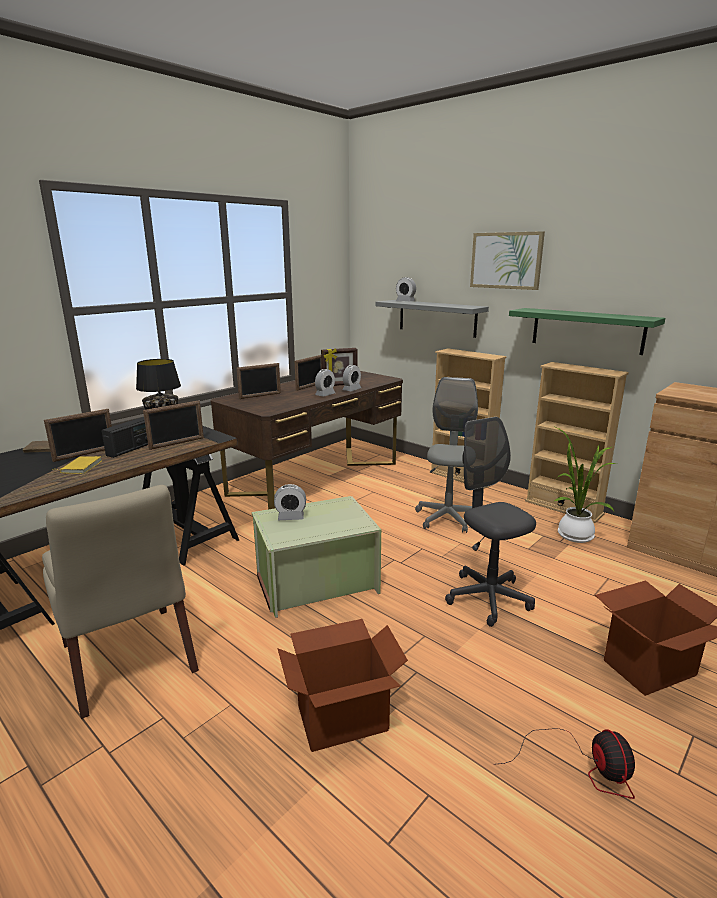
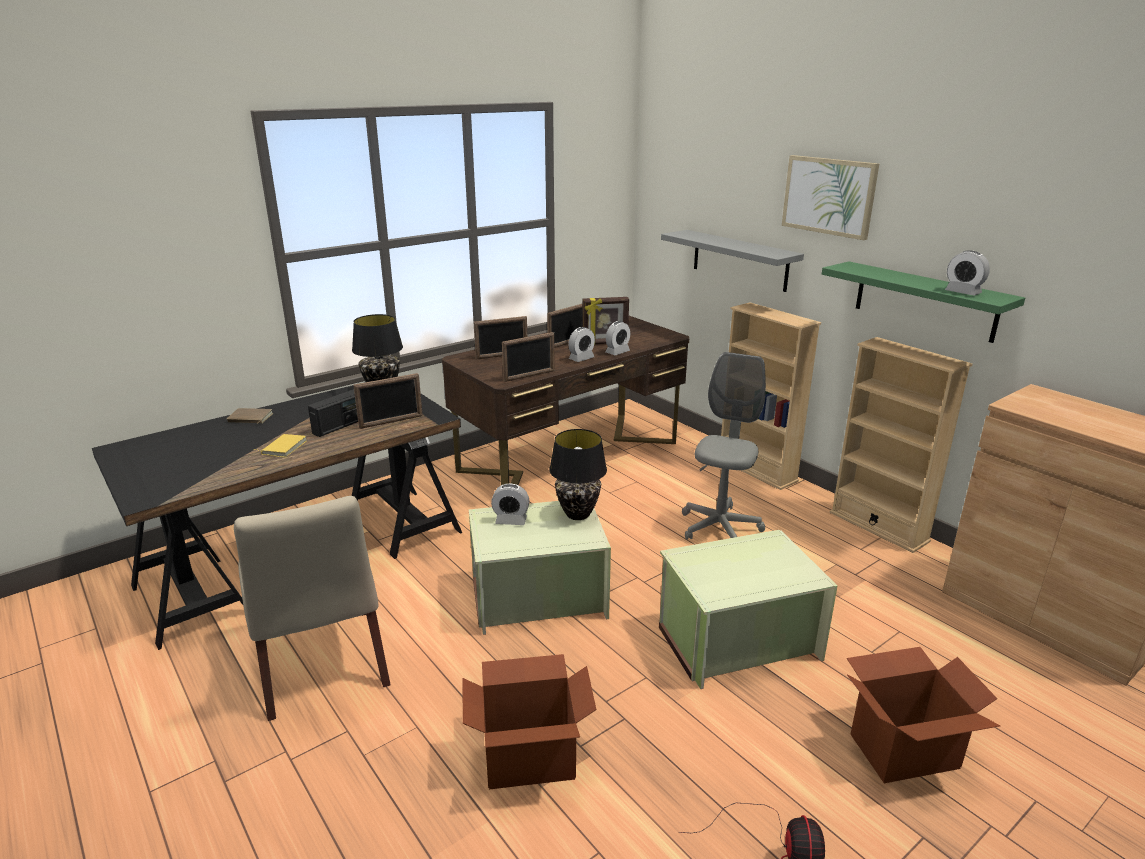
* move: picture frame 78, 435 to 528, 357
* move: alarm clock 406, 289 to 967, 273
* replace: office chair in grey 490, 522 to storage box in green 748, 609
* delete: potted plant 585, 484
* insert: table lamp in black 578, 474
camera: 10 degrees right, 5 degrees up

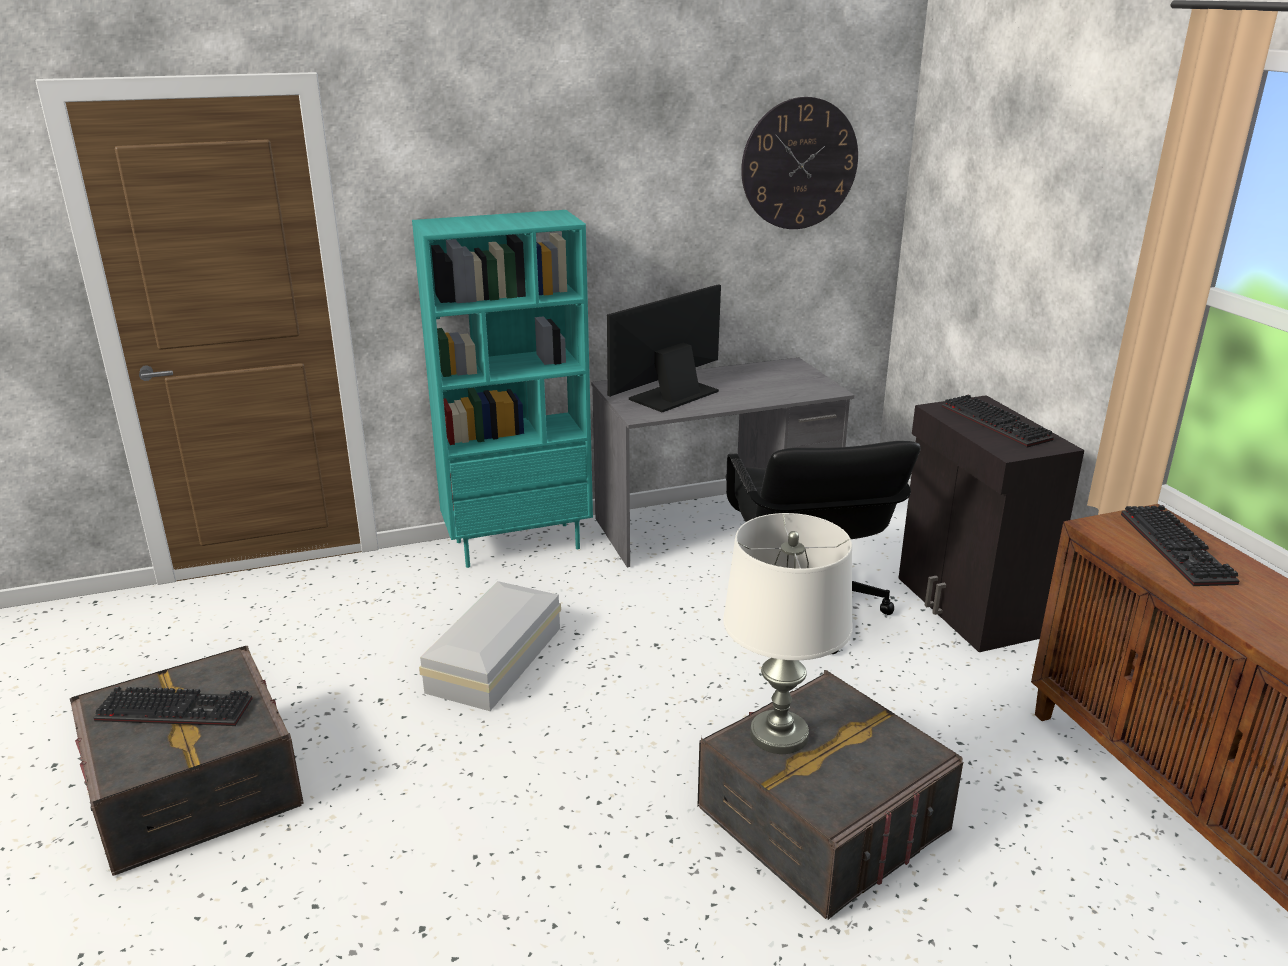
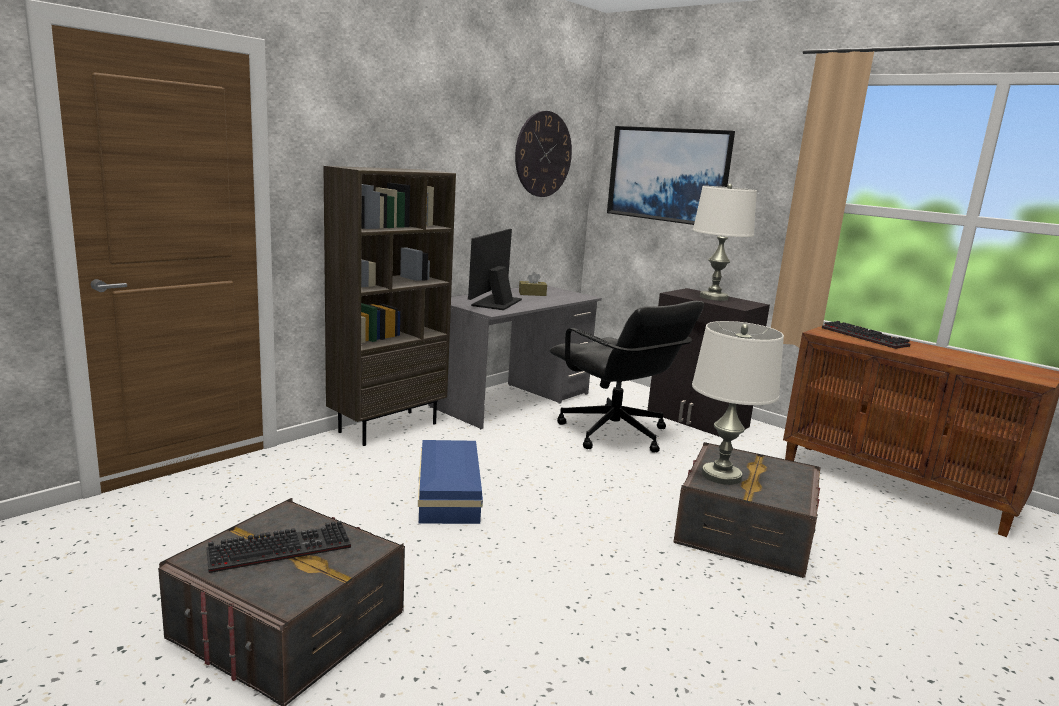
* recolor: bookcase in turquoise 502, 389 to bookcase in brown 390, 306
* recolor: storage box in white 490, 646 to storage box in blue 450, 482
* replace: keyboard 998, 421 to table lamp in white 725, 242
* insert: tissue box in brown 533, 284
* insert: picture 671, 175
camera: 30 degrees left, 10 degrees down

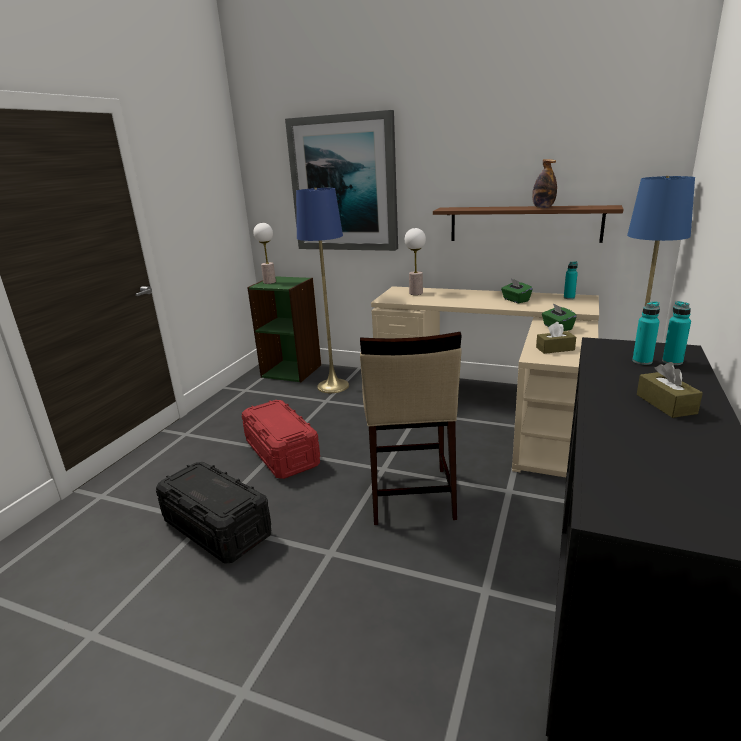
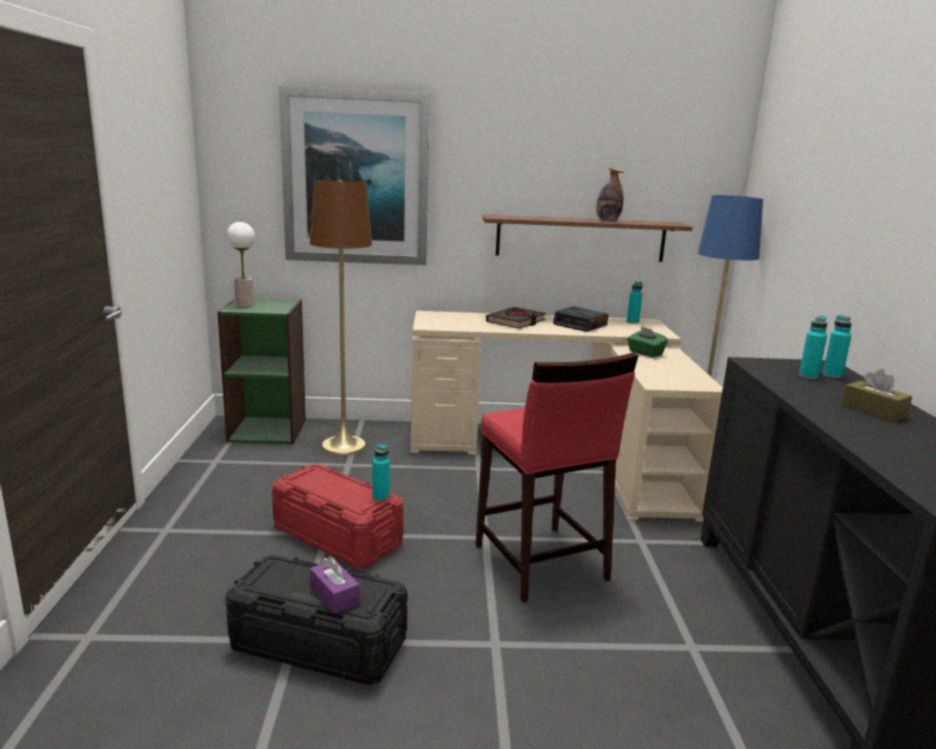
* recolor: floor lamp in blue 322, 290 to floor lamp in brown 341, 317
* recolor: stool in beige 411, 428 to stool in red 556, 477
* delete: table lamp 415, 261
* replace: tissue box in green 517, 291 to alarm clock 581, 319
* delete: tissue box in brown 556, 338
* insert: tissue box in purple 335, 585
* insert: bottle in turquoise 381, 472
* insert: book in black 516, 318
camera: 25 degrees left, 5 degrees down

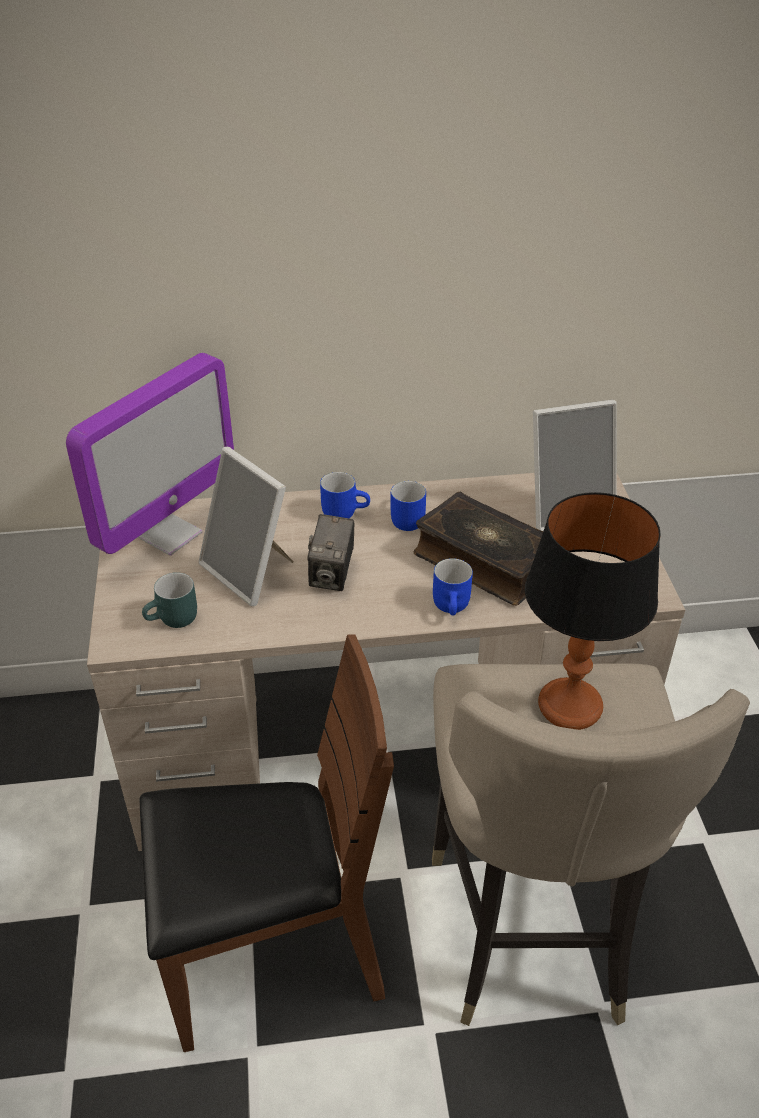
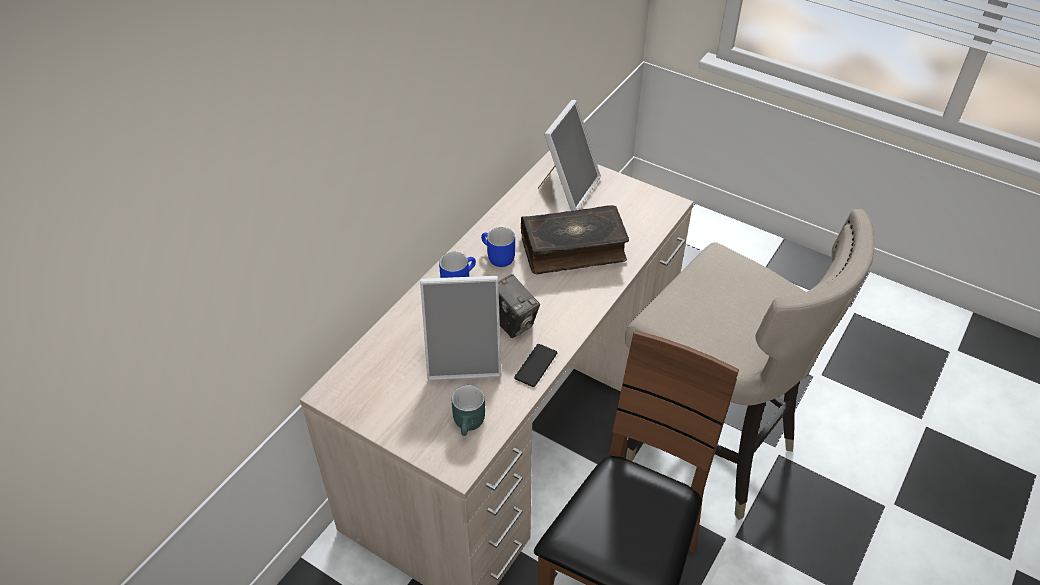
* delete: monitor 150, 454
* delete: mug in blue 453, 586
* delete: table lamp 593, 611
* insert: phone 535, 365
camera: 50 degrees left, 5 degrees up

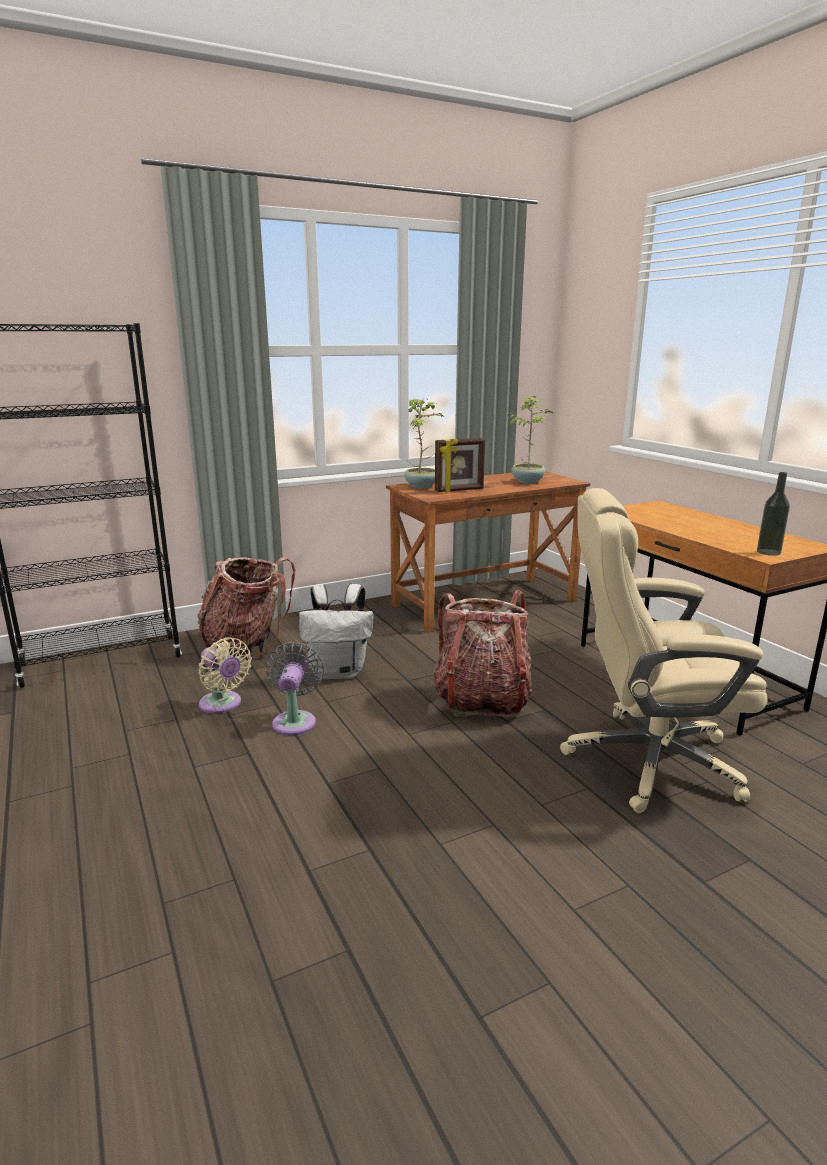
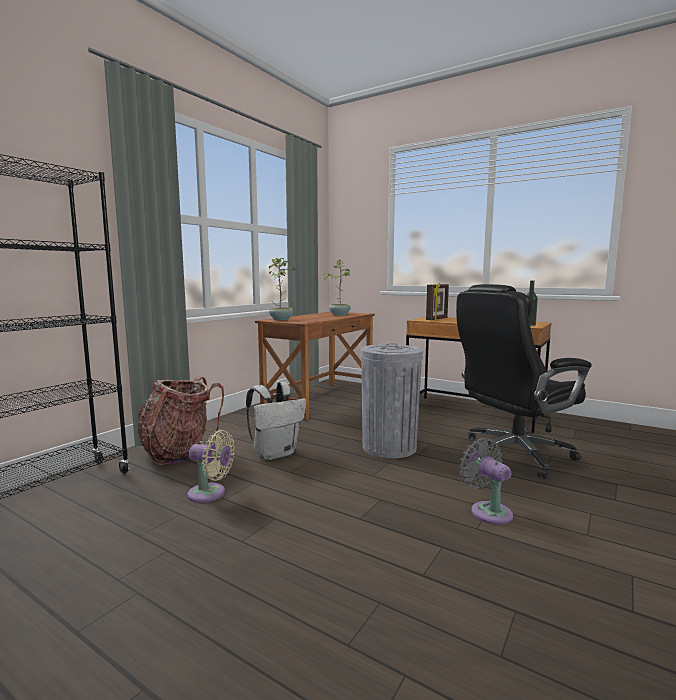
* move: fan in grey 295, 689 to 486, 481
* replace: backpack 482, 654 to trash can in grey 391, 400
* move: picture frame 460, 465 to 437, 301
* recolor: office chair in beige 663, 650 to office chair in black 524, 381
camera: 30 degrees left, 10 degrees down

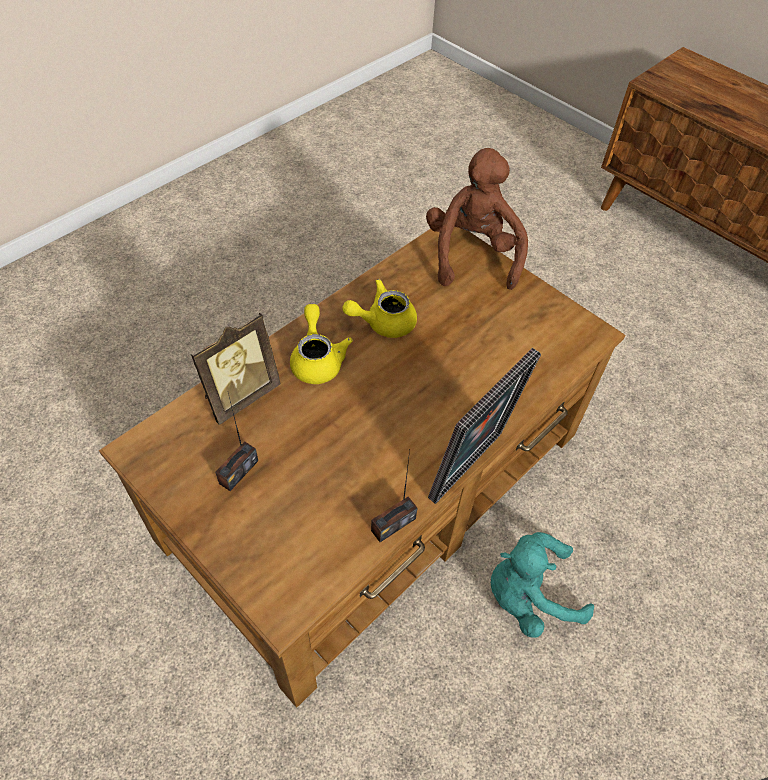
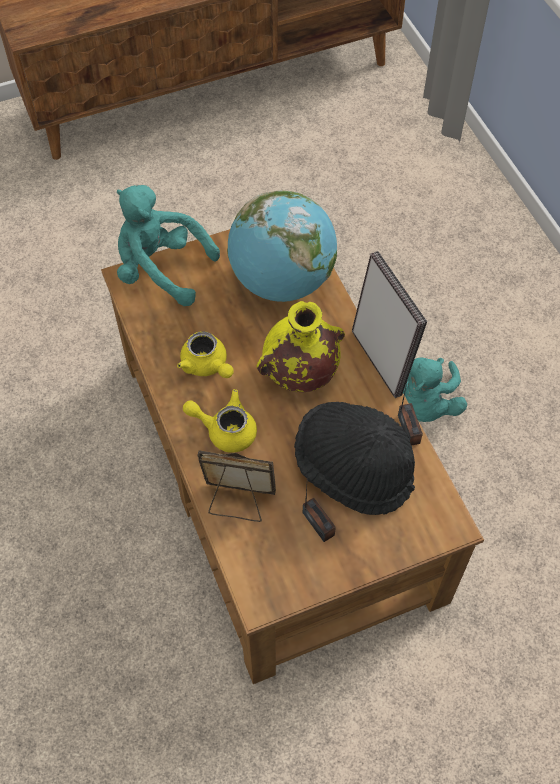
* rotate: picture frame 236, 369 = 237, 486 60 degrees counterclockwise
* rotate: teapot in yellow 379, 308 = 205, 354 45 degrees counterclockwise
* recolor: plush toy in brown 477, 219 to plush toy in turquoise 168, 245
* insert: globe 282, 246
* insert: vase in yellow 301, 346
* insert: hat in black 354, 458
camera: 65 degrees left, 5 degrees up

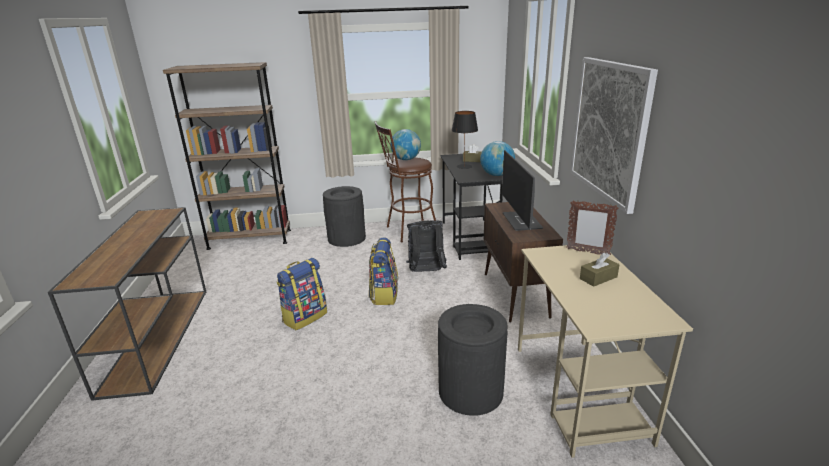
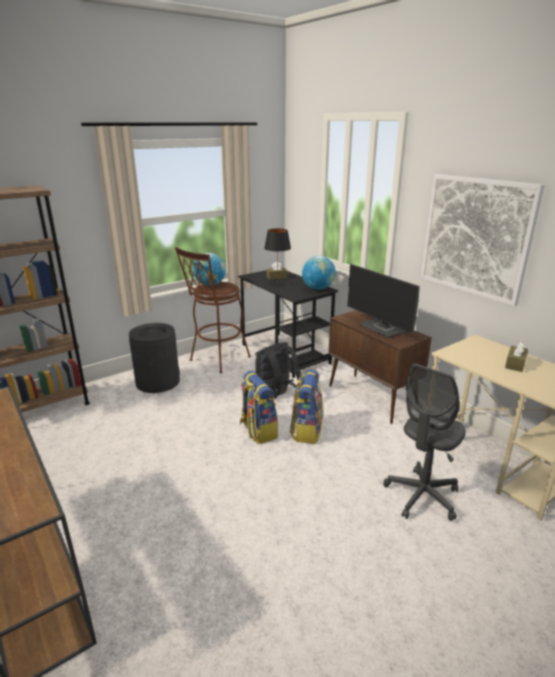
* move: backpack 302, 294 to 307, 407
* replace: trash can in black 473, 360 to office chair in grey 424, 442
* delete: picture frame 592, 227
camera: 30 degrees left, 0 degrees up

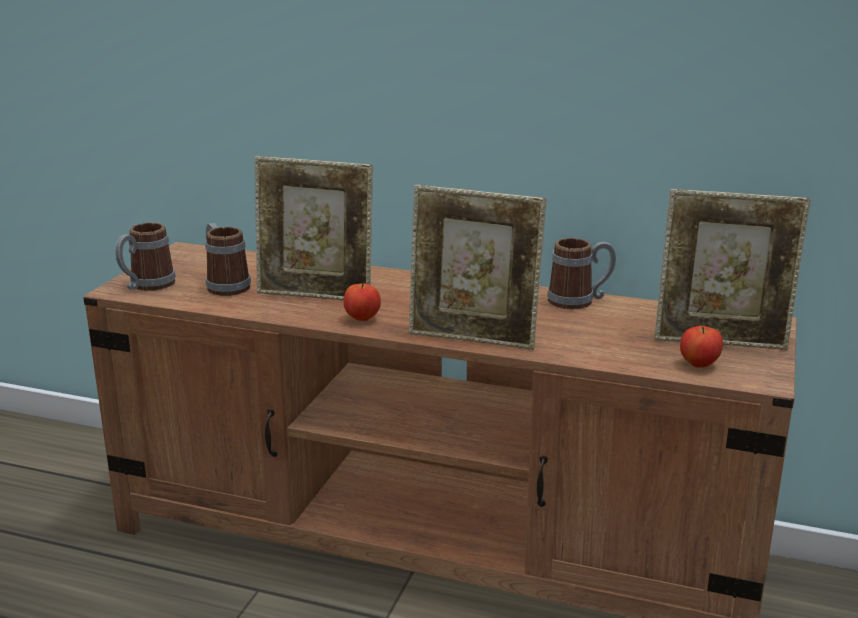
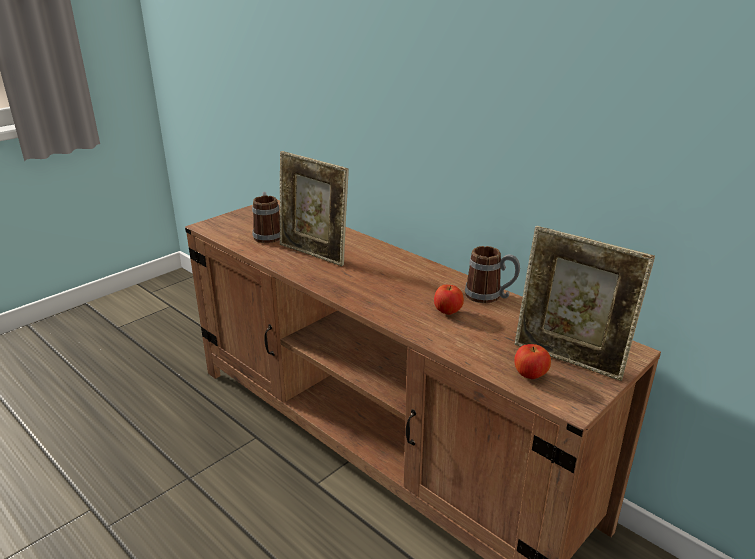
* delete: mug 145, 257
* move: apple 362, 302 to 449, 300
* delete: picture frame 478, 267
camera: 25 degrees right, 5 degrees up

